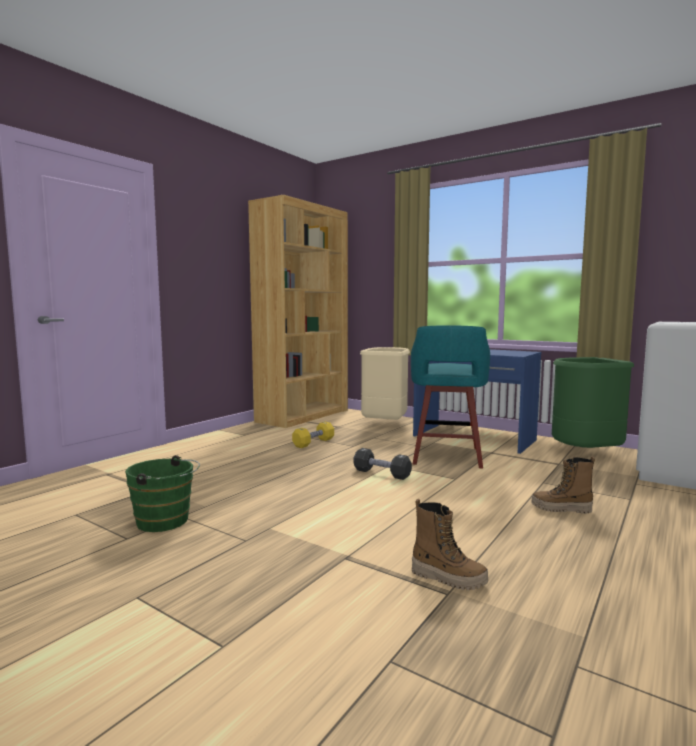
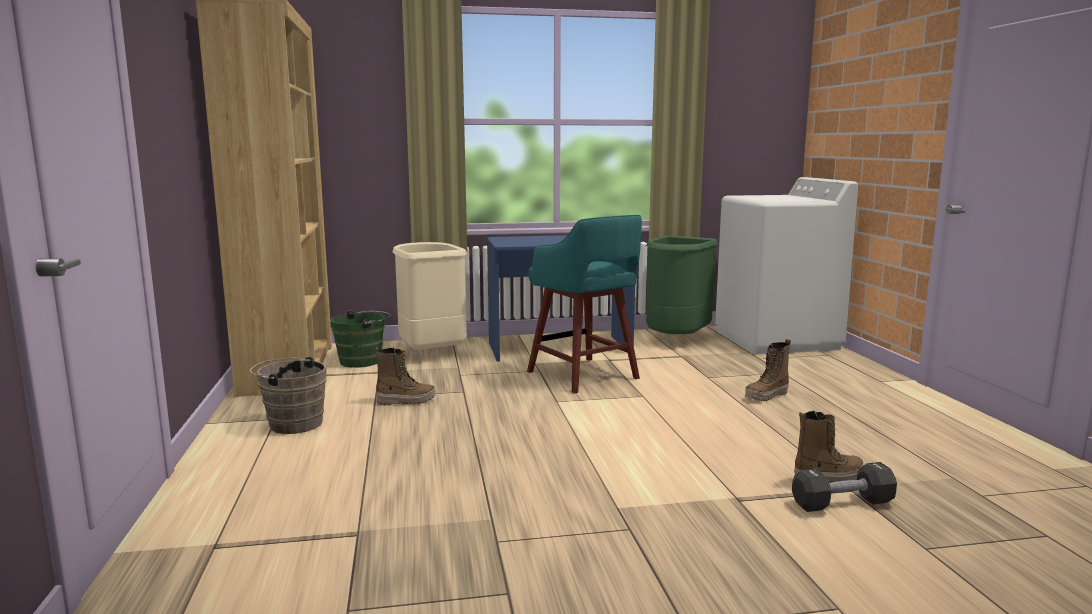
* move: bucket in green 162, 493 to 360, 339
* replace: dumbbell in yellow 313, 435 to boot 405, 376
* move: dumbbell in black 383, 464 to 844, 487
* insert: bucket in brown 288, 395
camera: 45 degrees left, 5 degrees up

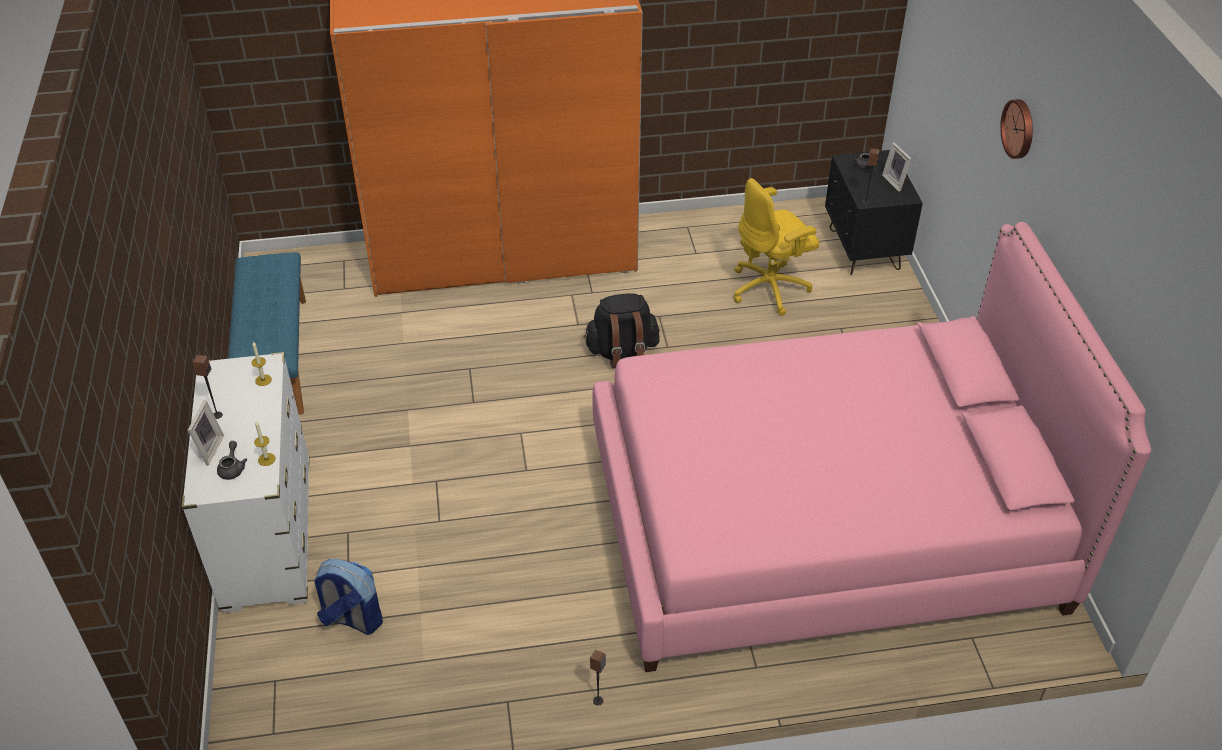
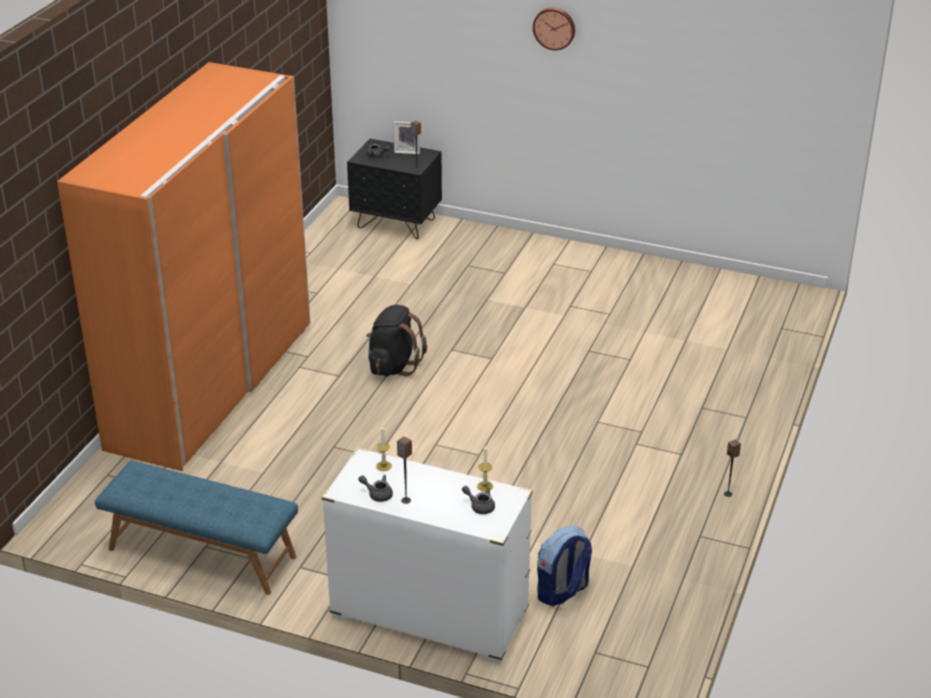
* delete: picture frame 206, 432
* delete: bed in pink 872, 447
* delete: office chair in yellow 776, 247
* insert: teapot in grey 375, 488
camera: 60 degrees left, 10 degrees down

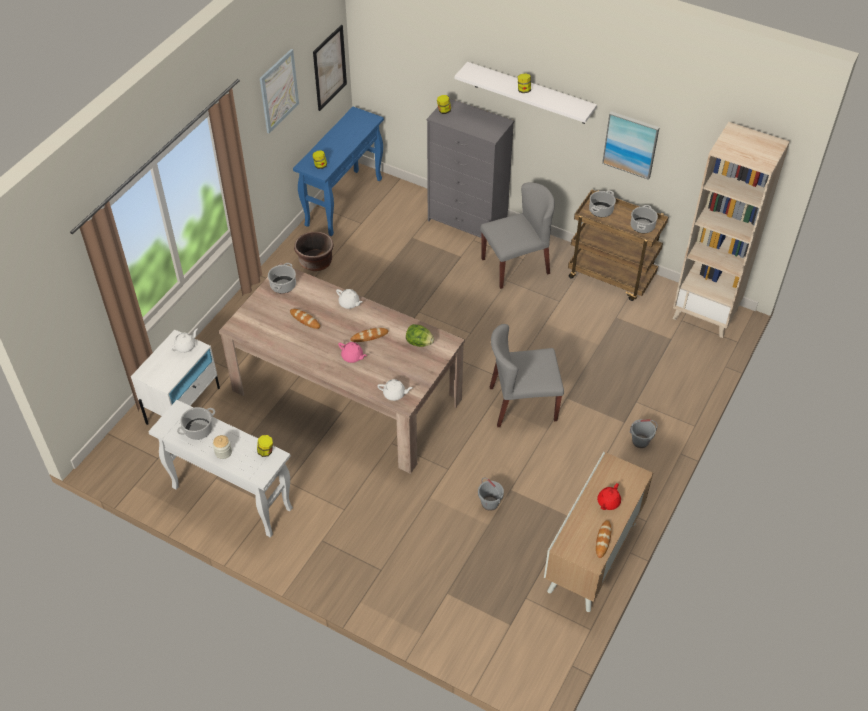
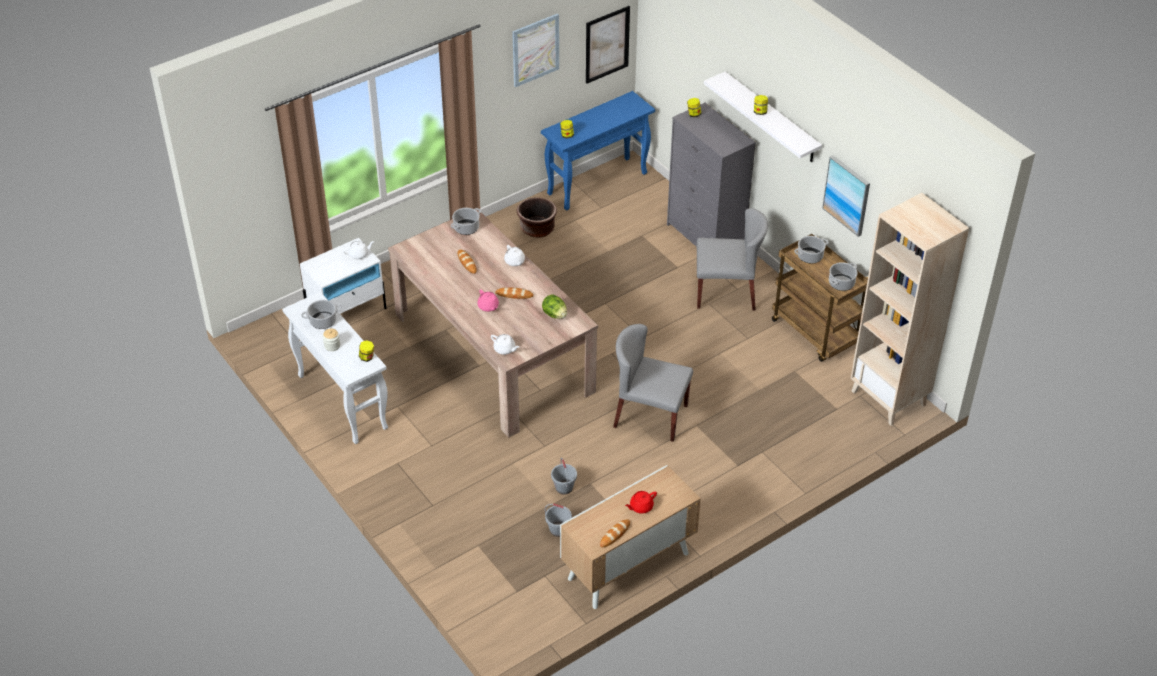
* move: bucket in grey 643, 433 to 558, 520
camera: 25 degrees right, 5 degrees down

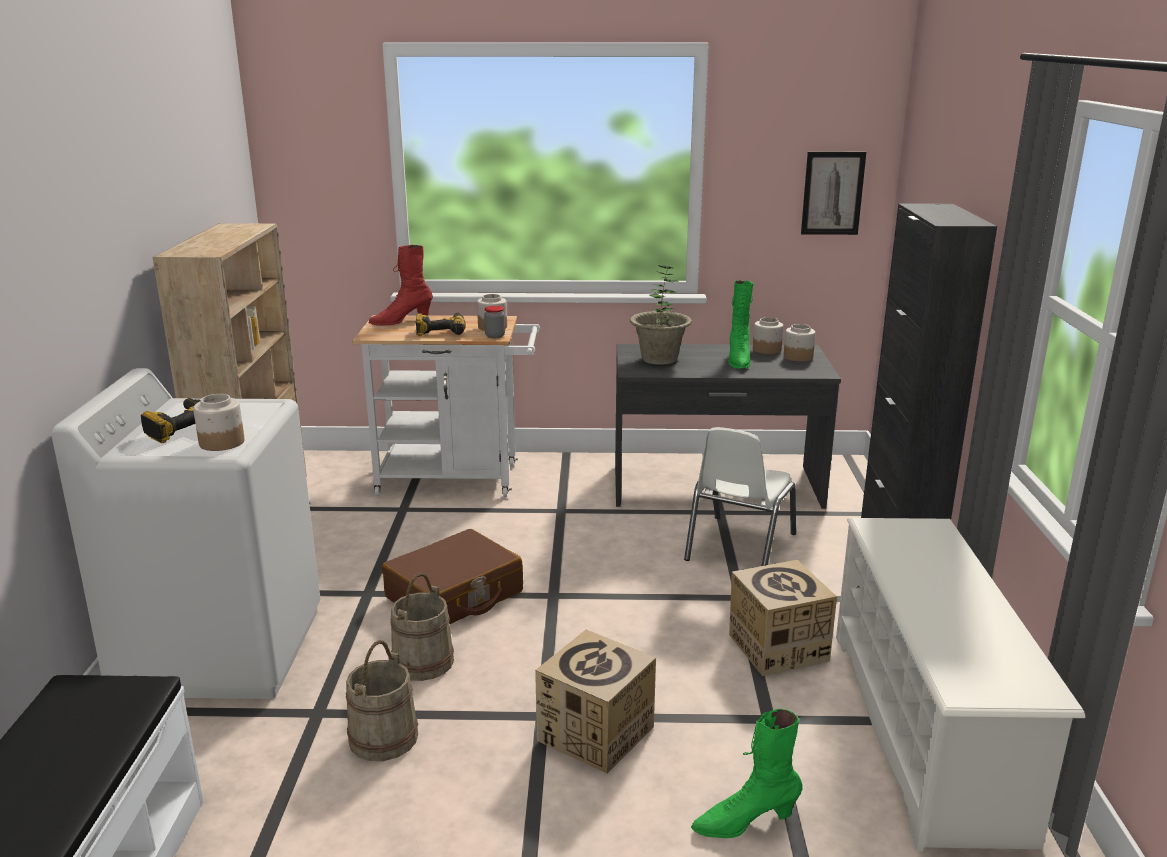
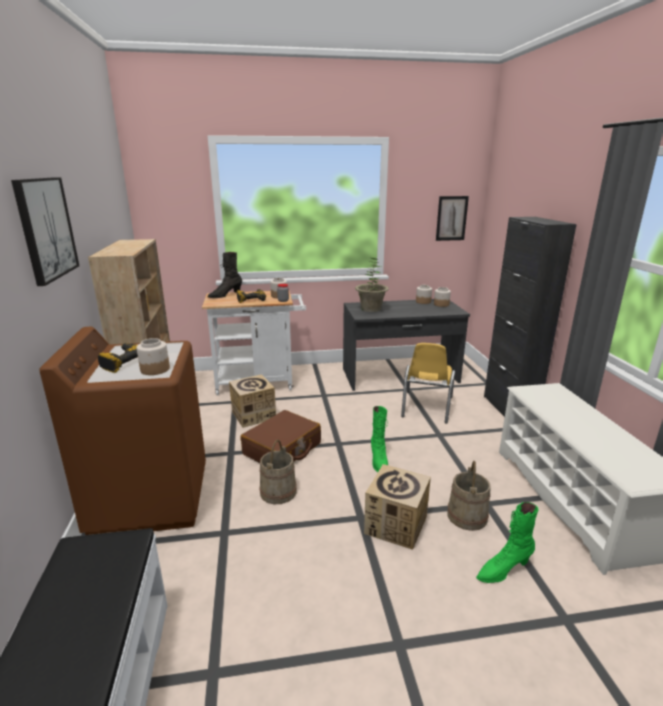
* recolor: washing machine in white 185, 533 to washing machine in brown 122, 431
* move: bucket in beige 382, 700 to 469, 496
* recolor: boot in red 400, 285 to boot in black 225, 275
* recolor: chair in white 740, 496 to chair in yellow 428, 383
* move: boot in green 740, 324 to 379, 439
* move: cardboard box 783, 618 to 252, 401
* insert: picture 45, 231
camera: 10 degrees left, 0 degrees up

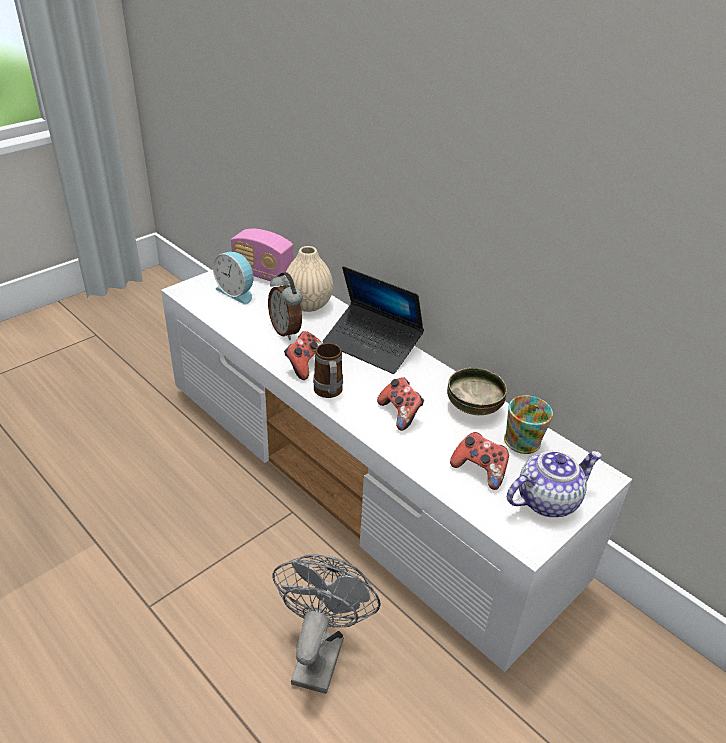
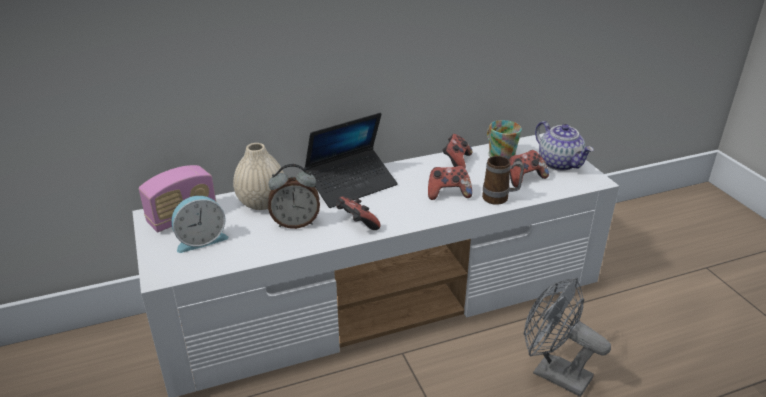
* move: mug 328, 370 to 503, 180
* replace: bowl 477, 391 to game controller 457, 151
* rotate: teapot 554, 483 = 564, 146 150 degrees clockwise
camera: 65 degrees left, 5 degrees down

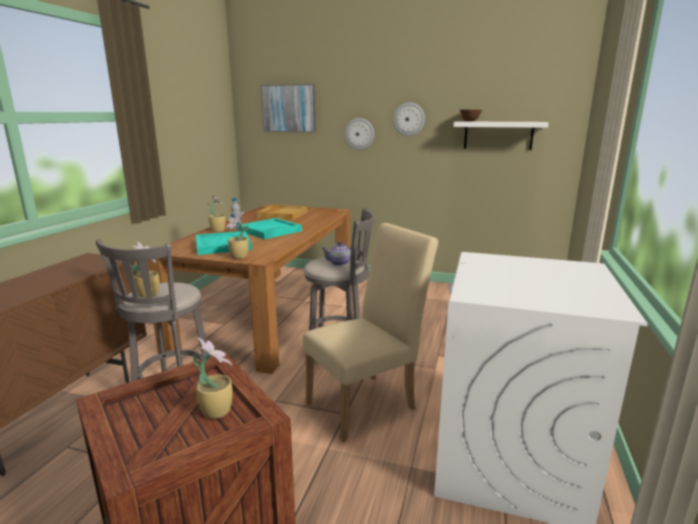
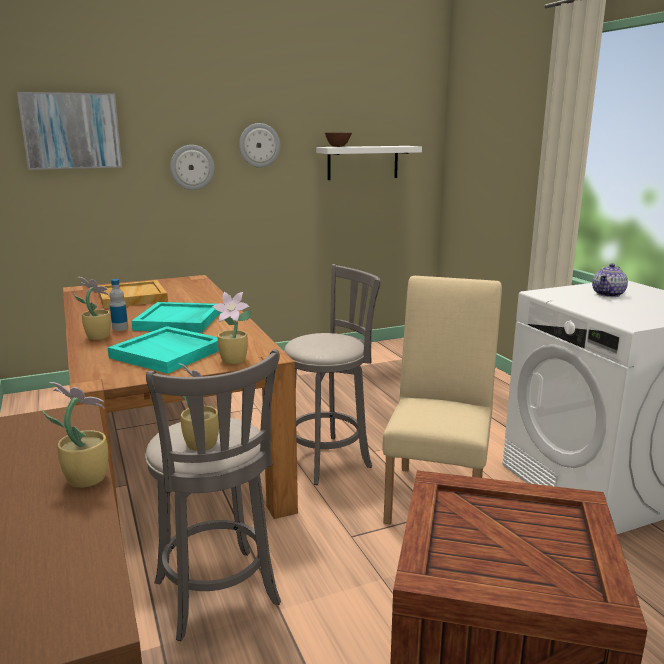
* move: potted plant 213, 378 to 75, 435
* move: teapot 339, 254 to 610, 280
camera: 40 degrees left, 0 degrees up

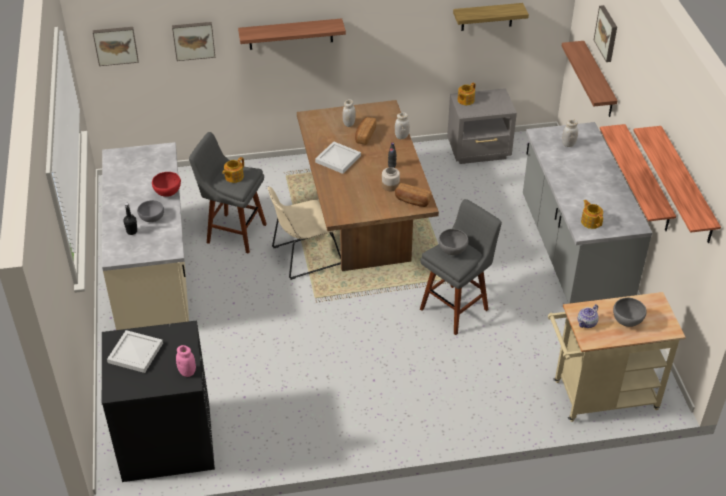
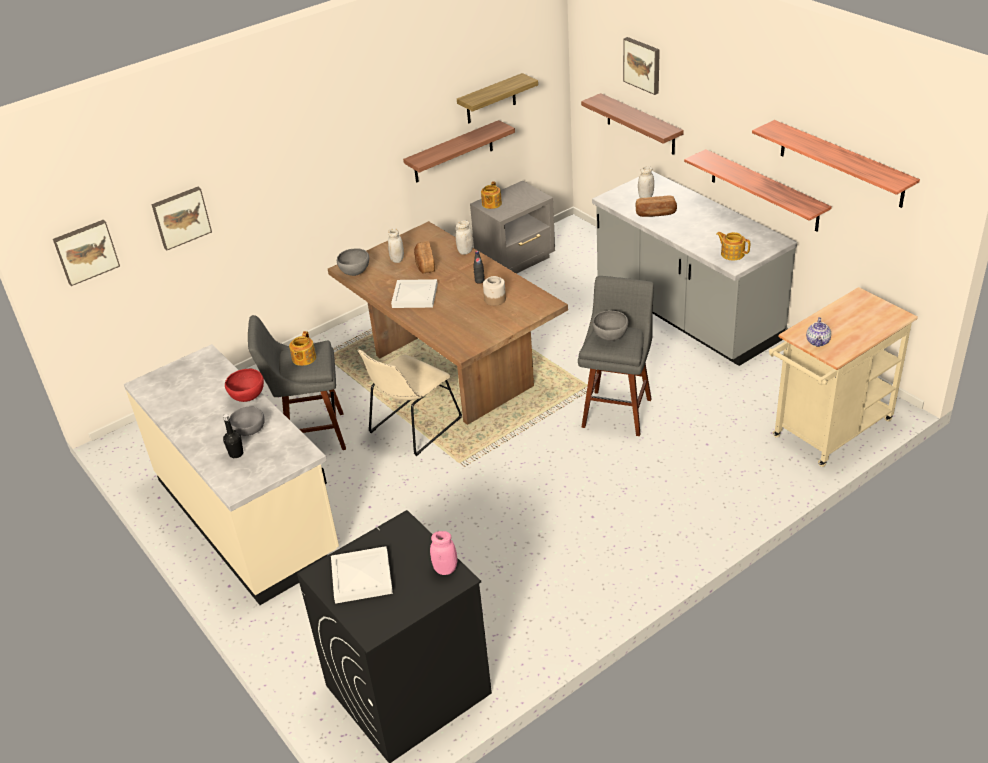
* move: shelf 292, 34 to 459, 151
* move: bread 413, 195 to 656, 206
* move: bowl in grey 630, 312 to 353, 262
camera: 25 degrees left, 5 degrees down

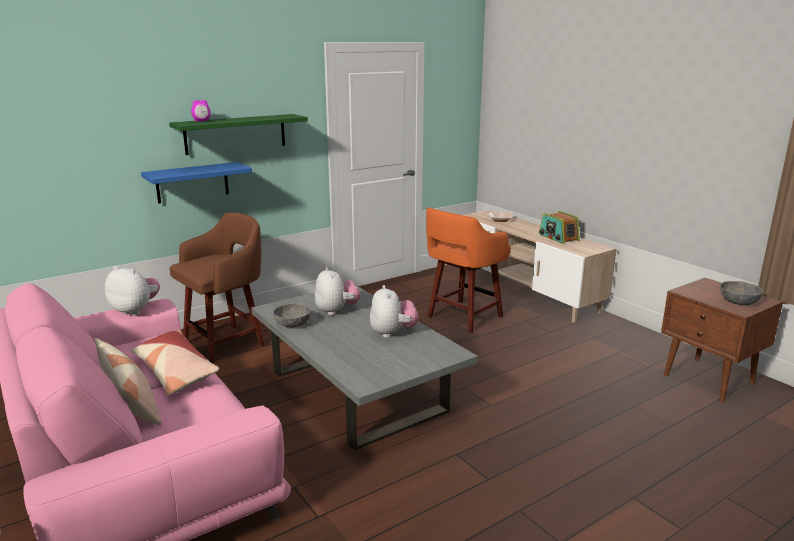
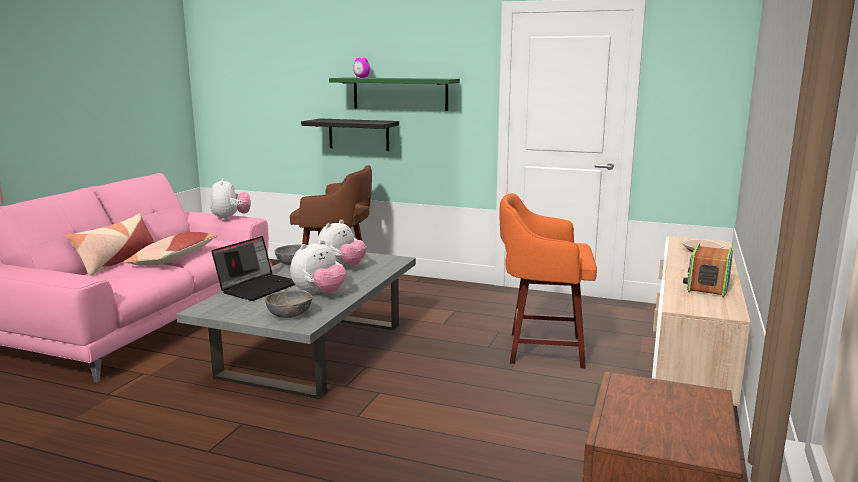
* recolor: shelf in blue 196, 183 to shelf in black 350, 135
* move: bowl in grey 741, 293 to 288, 304
* insert: laptop 253, 268
camera: 55 degrees right, 5 degrees down

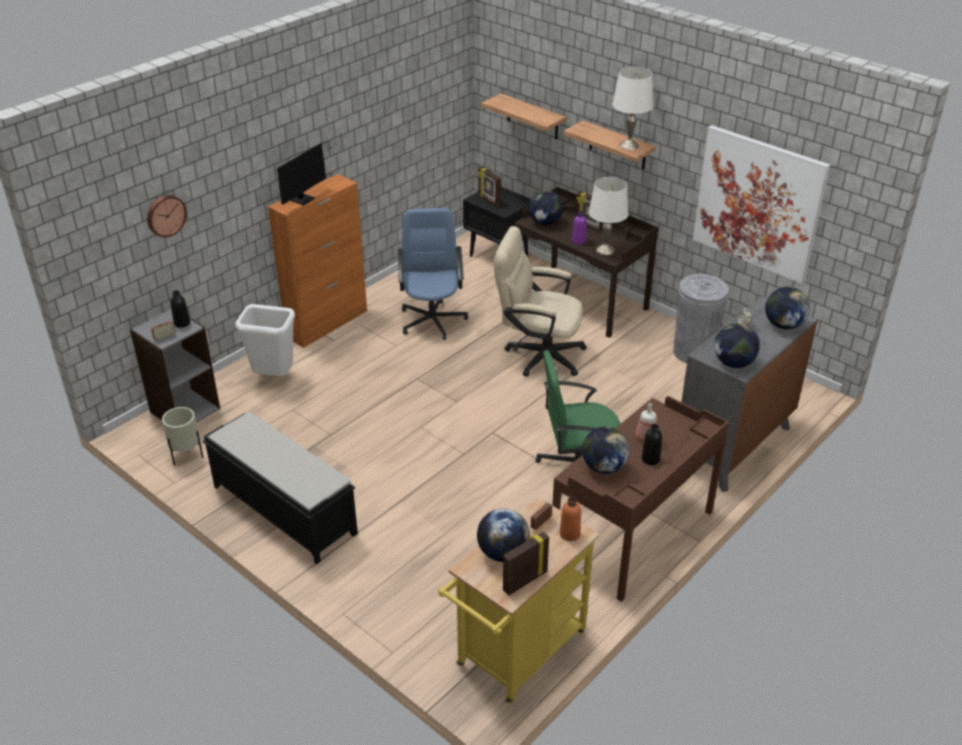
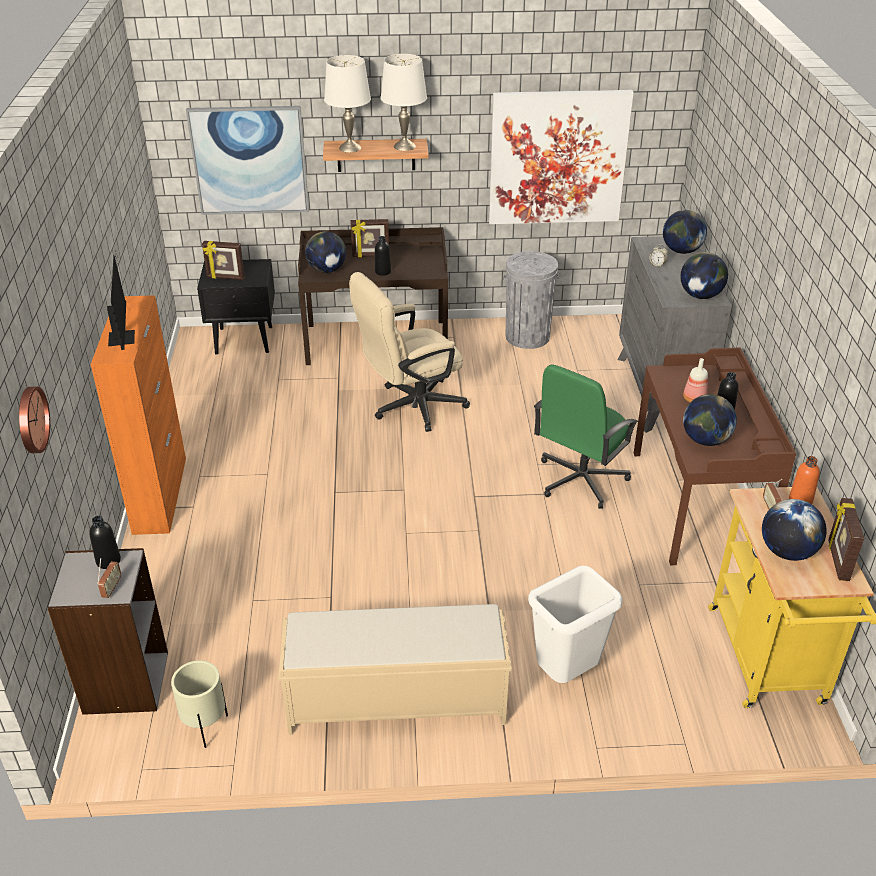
* recolor: bench in black 280, 488 to bench in beige 395, 669
* move: trash can in white 265, 340 to 575, 624
* delete: office chair in blue 433, 274
* replace: shelf 523, 116 to picture 247, 160
* recolor: bottle in purple 579, 228 to bottle in black 383, 256
* move: table lamp in white 608, 216 to 347, 103
camera: 45 degrees left, 0 degrees up

